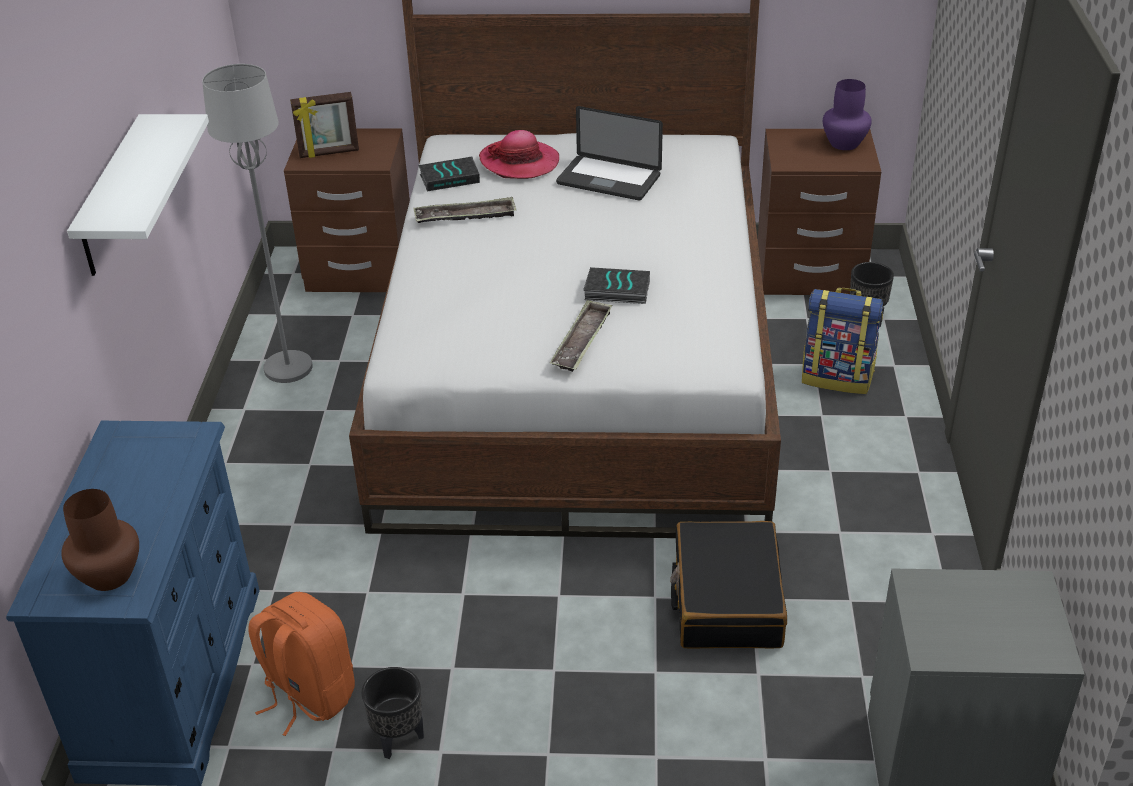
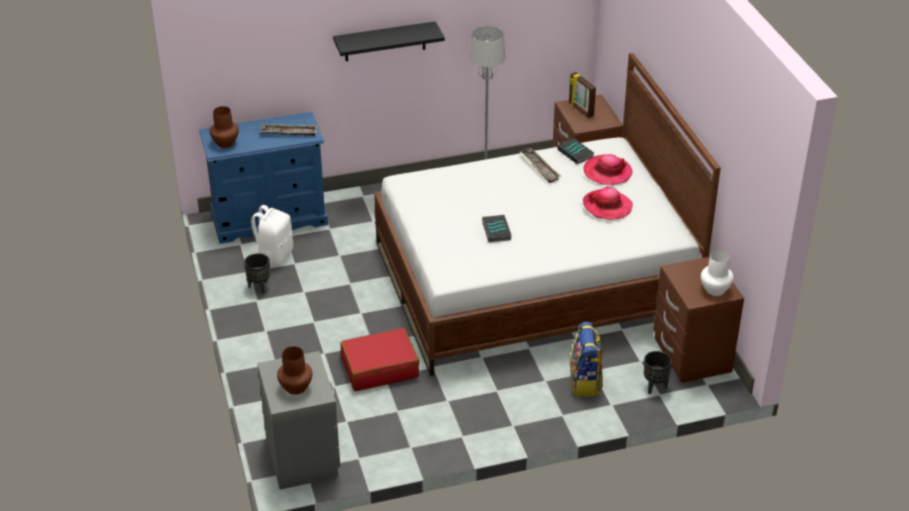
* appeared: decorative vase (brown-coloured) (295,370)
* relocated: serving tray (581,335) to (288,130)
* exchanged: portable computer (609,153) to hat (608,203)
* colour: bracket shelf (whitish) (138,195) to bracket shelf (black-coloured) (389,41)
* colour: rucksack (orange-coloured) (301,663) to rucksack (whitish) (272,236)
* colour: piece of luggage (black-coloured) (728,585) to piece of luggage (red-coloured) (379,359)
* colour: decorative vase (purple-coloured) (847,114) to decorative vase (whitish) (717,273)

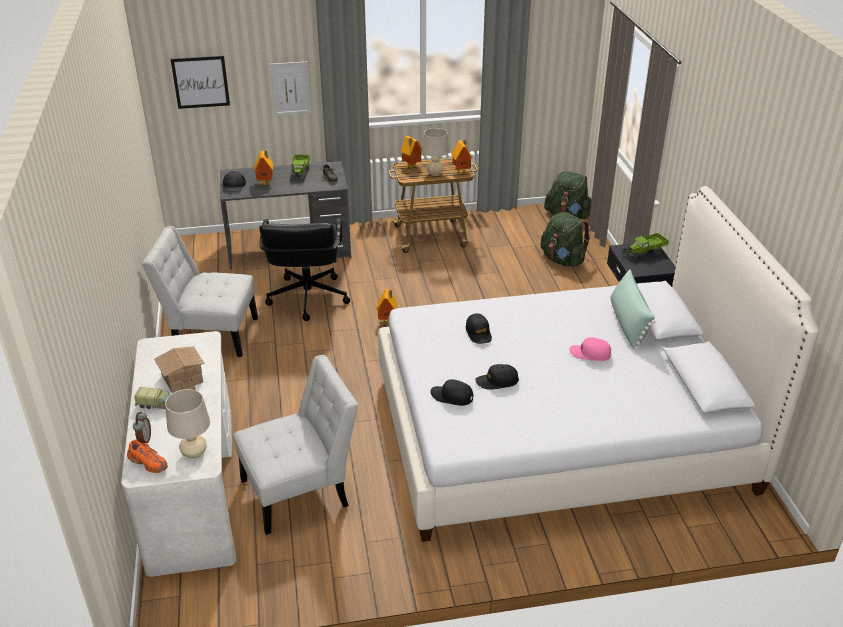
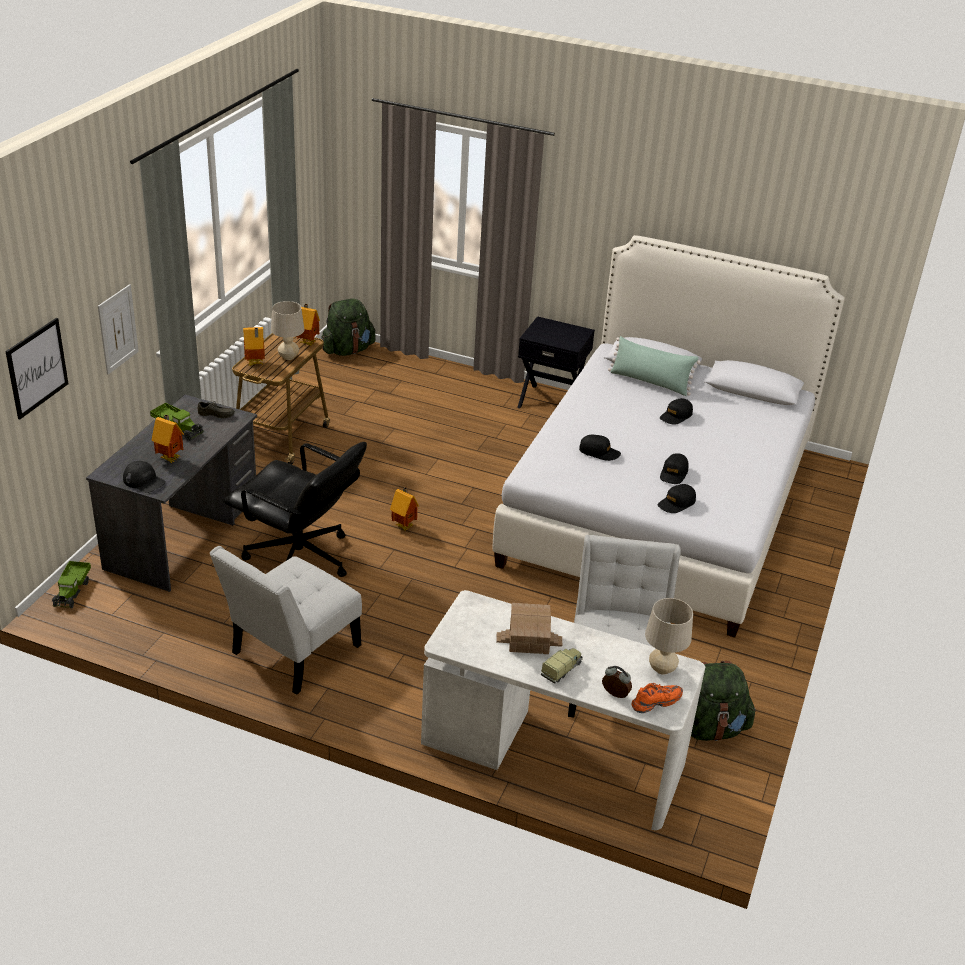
* relocated: rucksack (green) (565,239) to (723,701)
* relocated: model truck (645,247) to (71,584)
* colour: peaked cap (pinkish) (590,349) to peaked cap (black-coloured) (676,411)

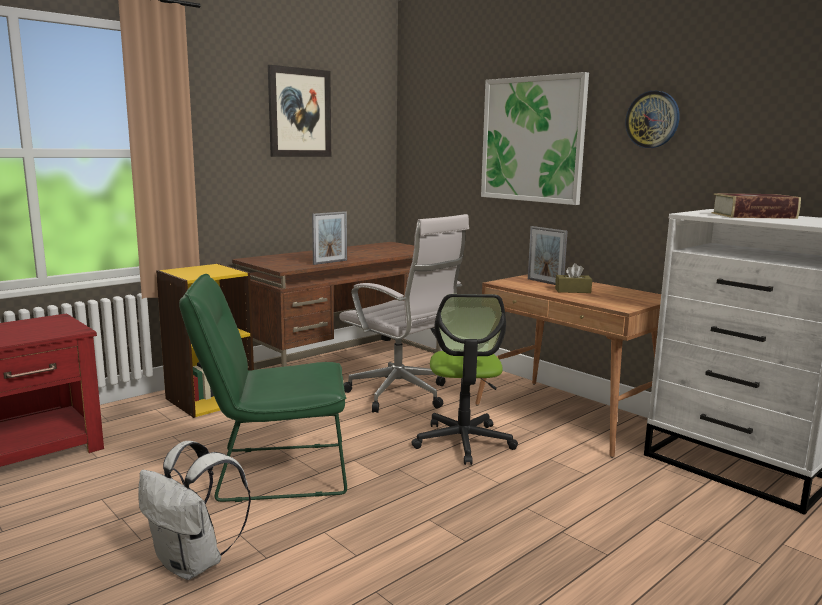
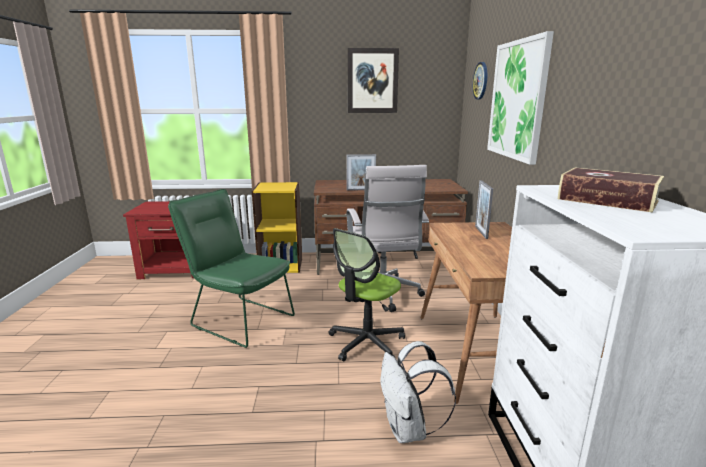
* missing: tissue box (brown-coloured) (573,278)
* relocated: rucksack (whitish) (194,510) to (418,392)
* relocated: clock on the wall (652,119) to (480,80)

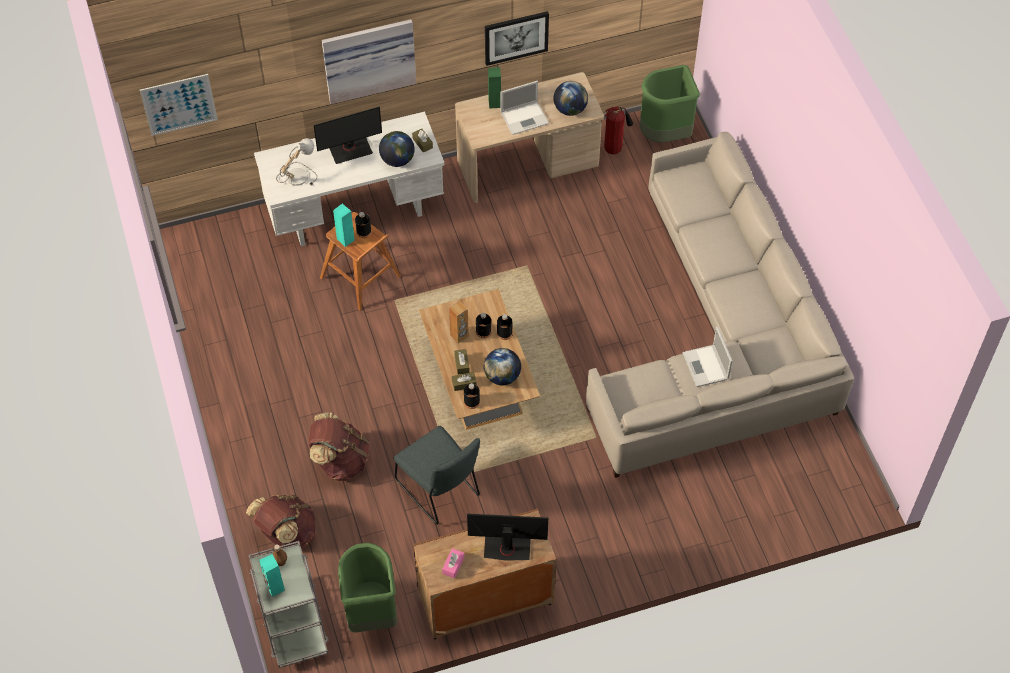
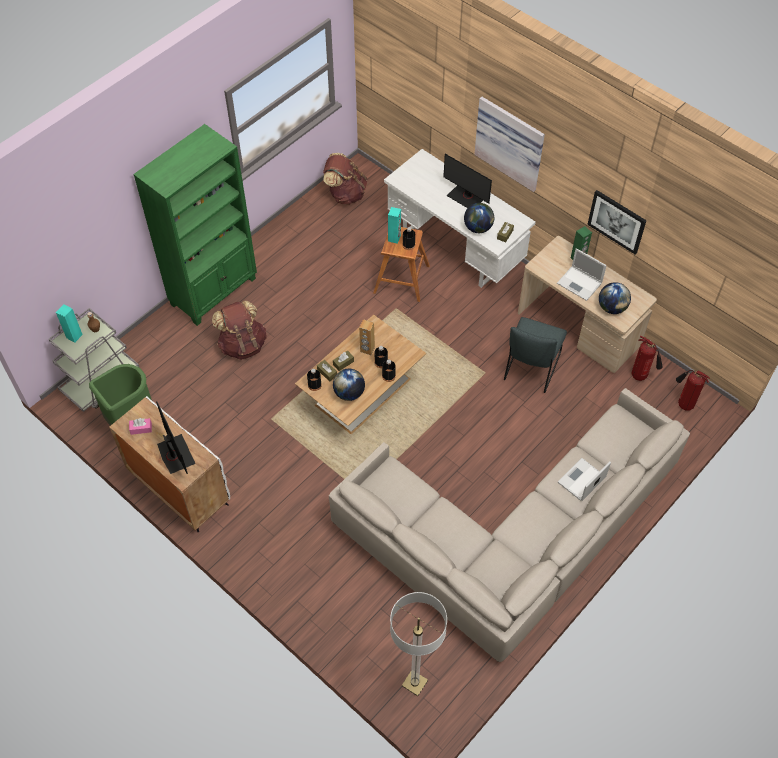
* missing: picture (179,105)
* missing: table lamp (296,162)
* appeared: bookshelf (green) (195,225)
* appeared: standing lamp (418,644)
* relocated: rucksack (brown-coloured) (280,521) to (345,179)
* relocated: upright chair (gray) (436,475) to (535,355)
* relocated: portable computer (707,357) to (584,479)
* exchanged: waste bin (green) (670,104) to fire extinguisher (693,390)
* colour: cabinet (brown-coloured) (484,574) to cabinet (whitish) (169,464)

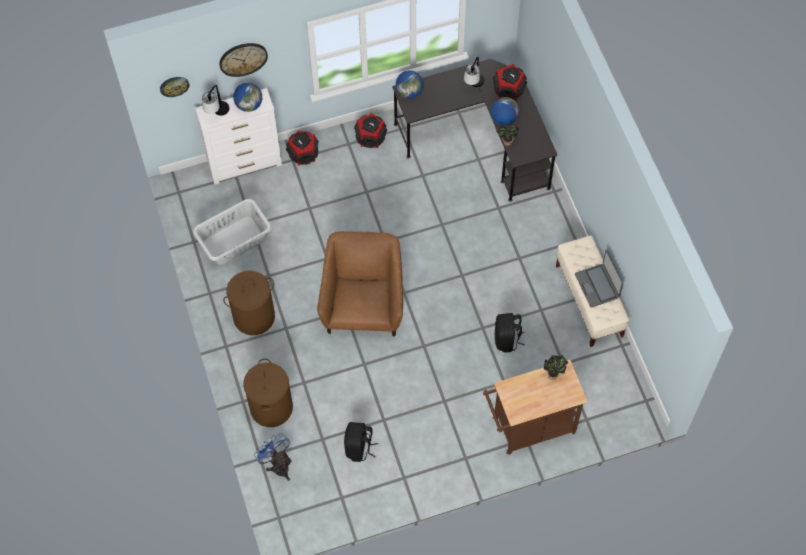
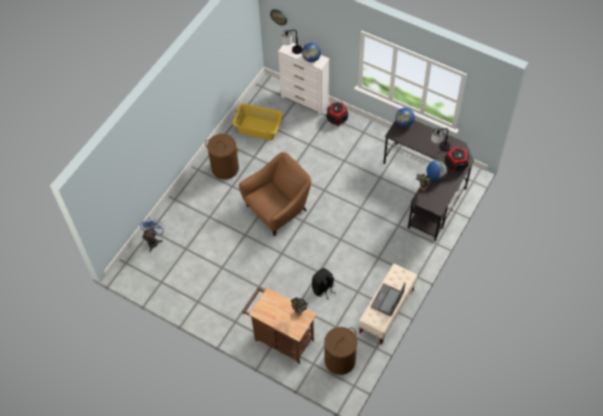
* missing: clock on the wall (243,60)
* missing: rucksack (black-coloured) (361,442)
* missing: speaker (370,130)
* relocated: hamper (brown-coloured) (268,393) to (340,351)
* colour: hamper (gray) (232,232) to hamper (yellowish) (257,122)

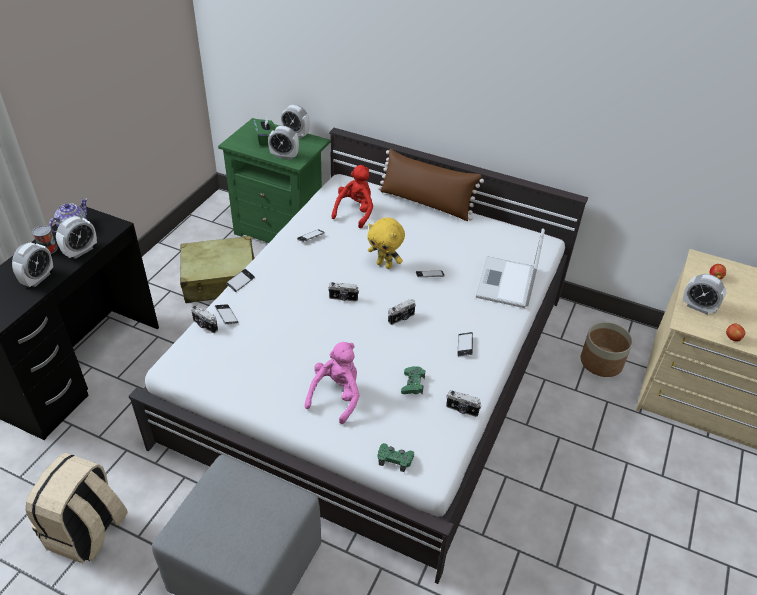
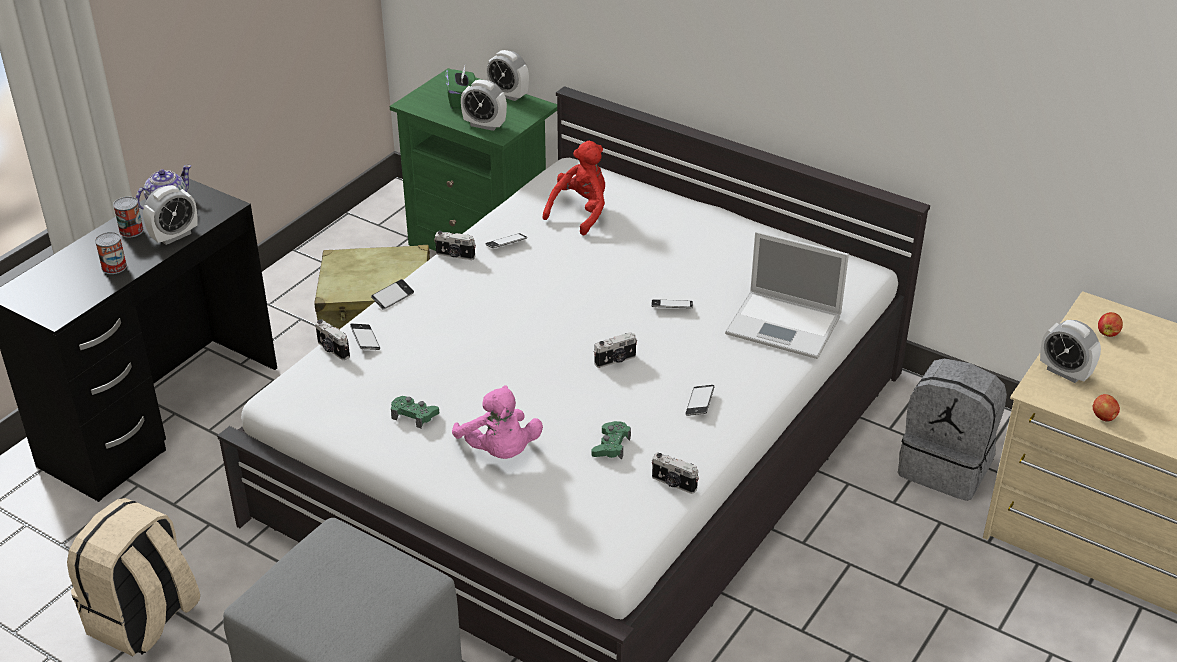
* missing: soft toy (yellowish) (386,243)
* missing: cushion (brown-coloured) (431,185)
* relocated: photo camera (343,292) to (455,245)
* relocated: game controller (green) (396,457) to (415,412)
* exchanged: table clock (32,264) to sealed can (111,253)
* exchanged: plant pot (607,349) to rucksack (gray) (952,429)
* spun: soft toy (pinkish) (332,383) = (497,422) 120 degrees clockwise
* spun: portable computer (510,268) = (787,295) 90 degrees counterclockwise

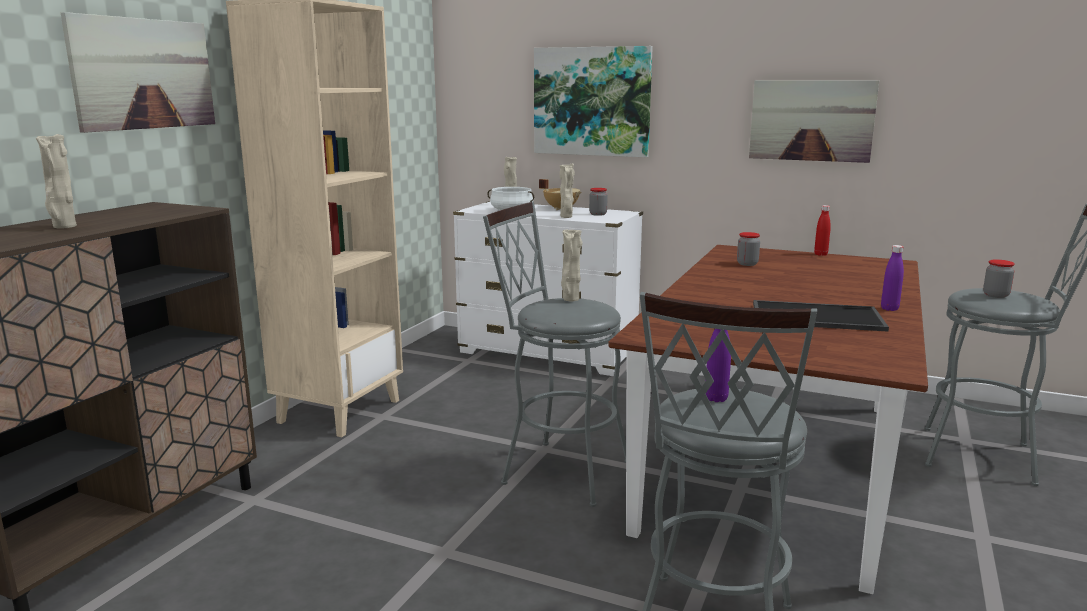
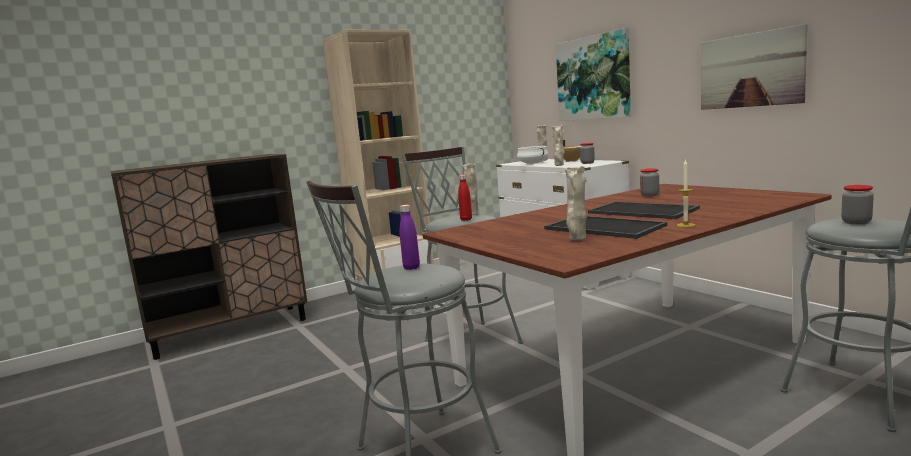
* missing: picture (138,72)
* appeared: serving tray (644,210)
* relocated: decorative vase (sand-coloured) (56,181) to (576,203)
* relocated: drink bottle (red-coloured) (822,230) to (465,198)
* exchanged: drink bottle (purple-coloured) (892,278) to wax candle (685,193)

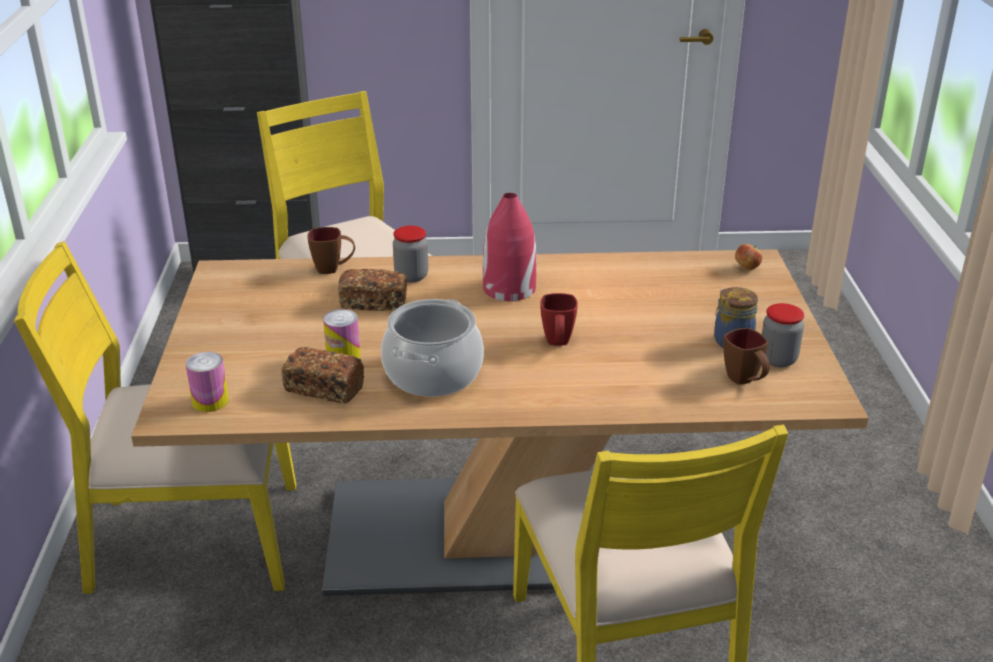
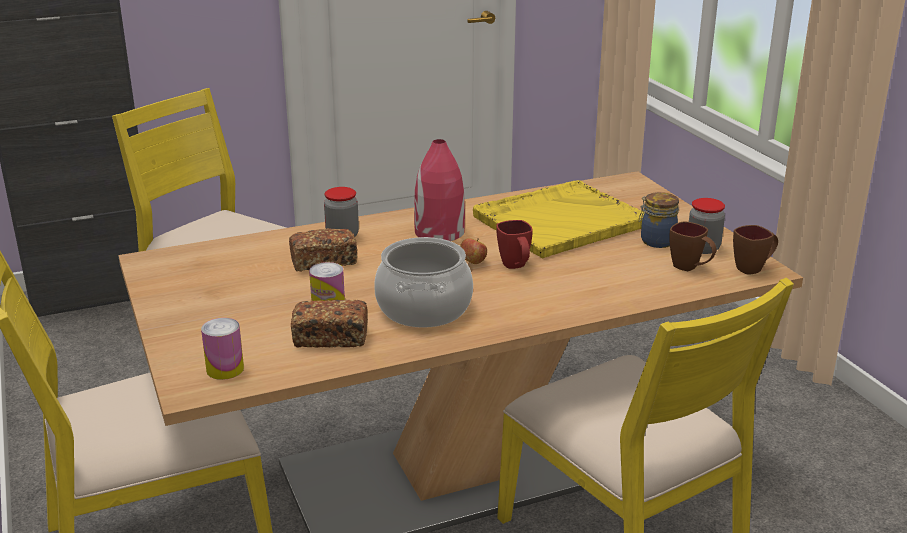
* appeared: serving tray (yellowish) (559,219)
* relocated: tea mug (brown-coloured) (331,250) to (755,250)
* relocated: whole apple (749,257) to (473,251)

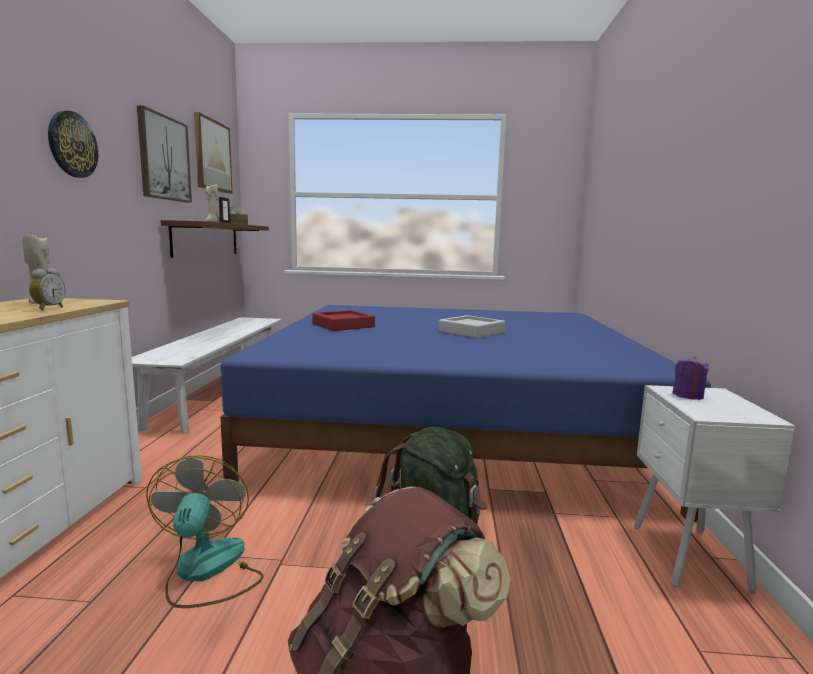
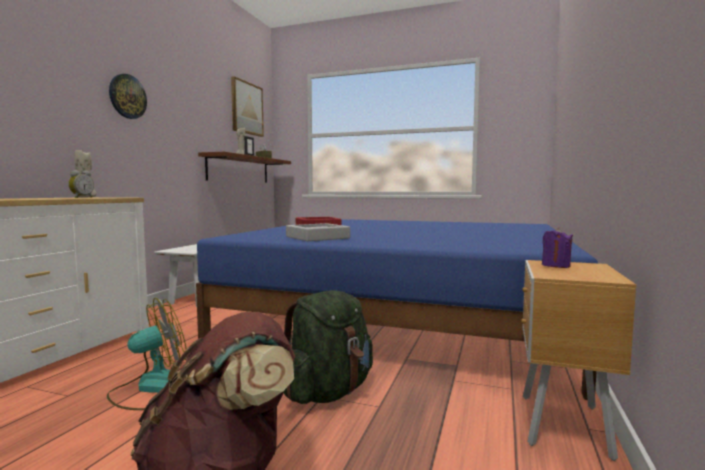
* missing: picture (164,154)
* relocated: serving tray (gray) (471,326) to (318,232)
* colour: night table (whitish) (714,489) to night table (brown-coloured) (579,360)
* spun: cooling fan (205,531) = (147,354) 45 degrees clockwise

